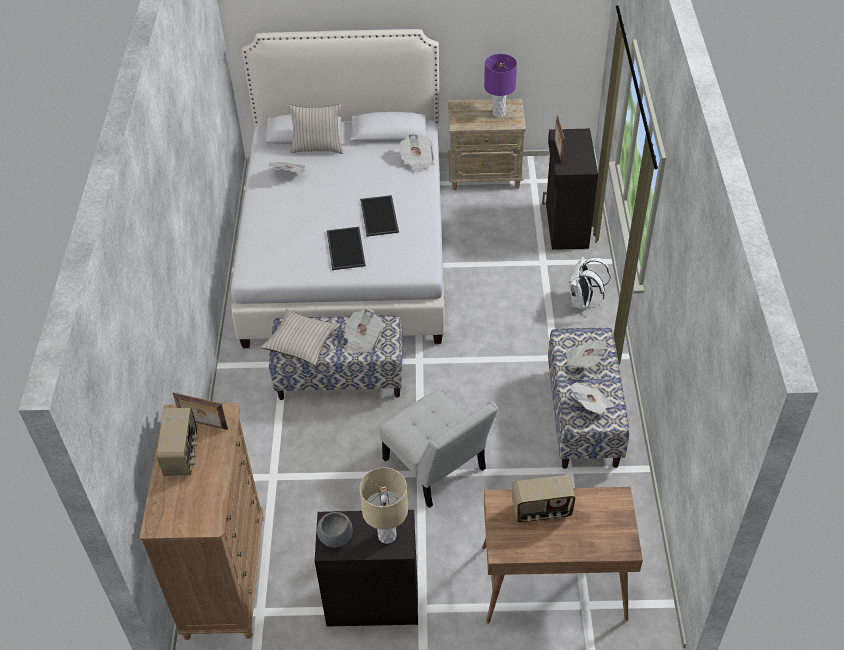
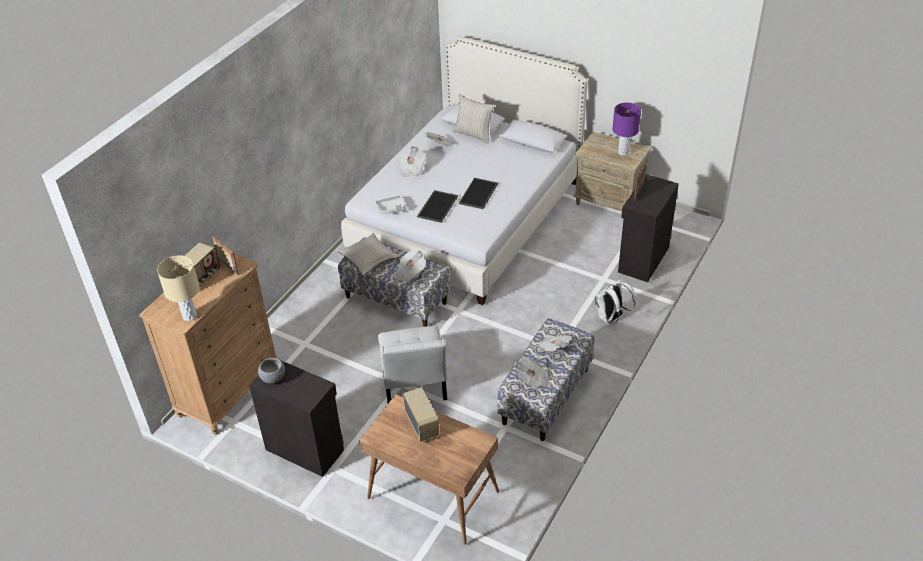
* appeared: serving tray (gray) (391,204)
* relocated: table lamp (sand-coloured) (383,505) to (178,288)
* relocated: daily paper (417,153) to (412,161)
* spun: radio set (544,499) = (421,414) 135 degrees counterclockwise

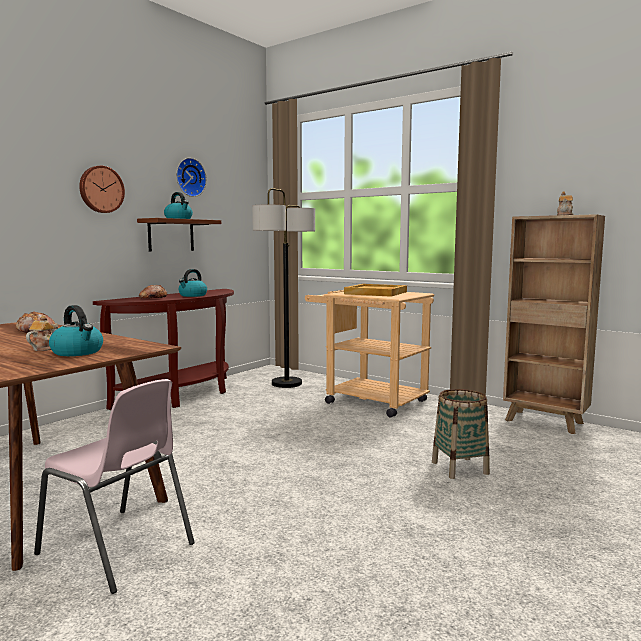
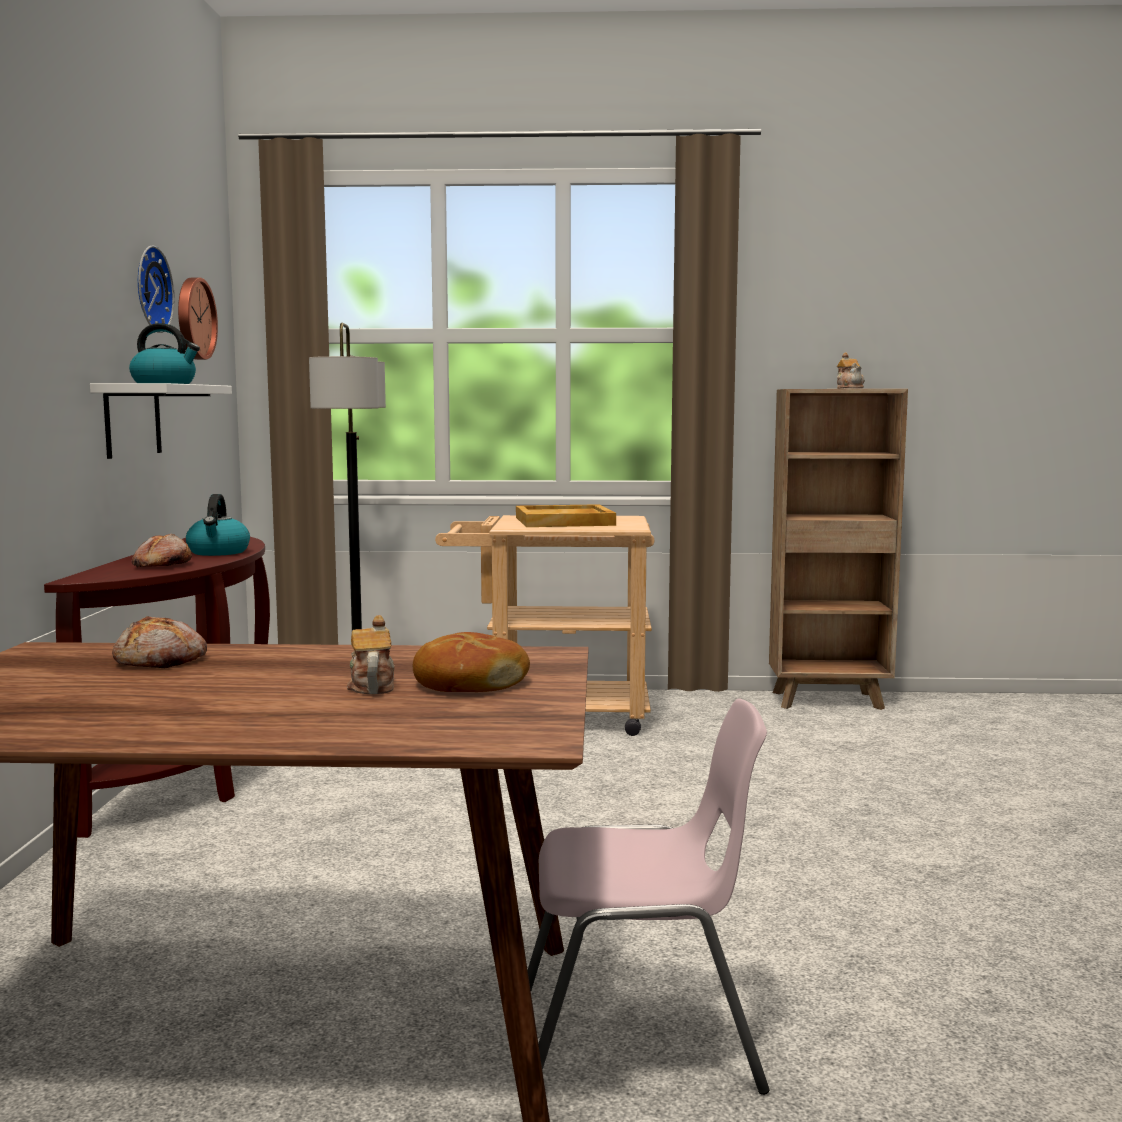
* missing: household basket (461,434)
* relocated: clock on the wall (102,189) to (198,319)
* exchanged: kettle (76,330) to bakery bread (471,662)
* colour: bracket shelf (brown-coloured) (179,235) to bracket shelf (whitish) (161,421)

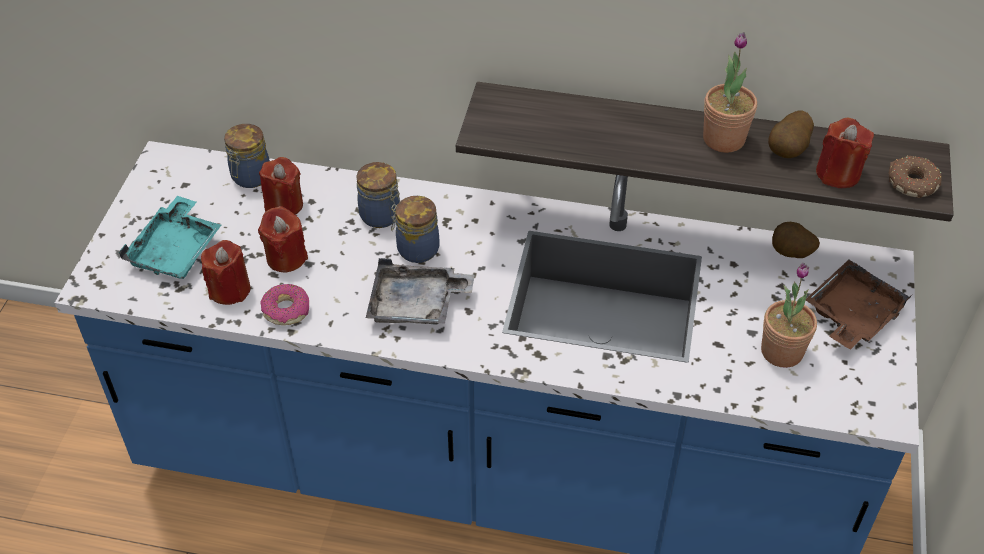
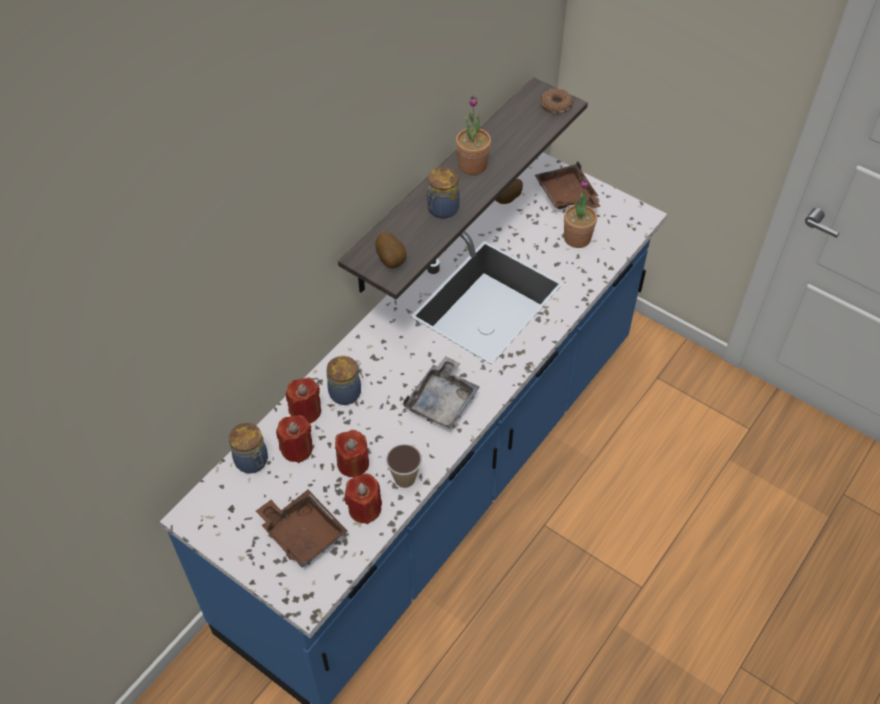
* relocated: jar (415,229) to (443,192)
* relocated: potato (791,134) to (391,250)
* relocated: wax candle (red-coloured) (845,153) to (303,400)
* exchanged: doughnut (284,304) to cup (404,466)
* colour: serving tray (turquoise-coloured) (170,237) to serving tray (brown-coloured) (301,529)

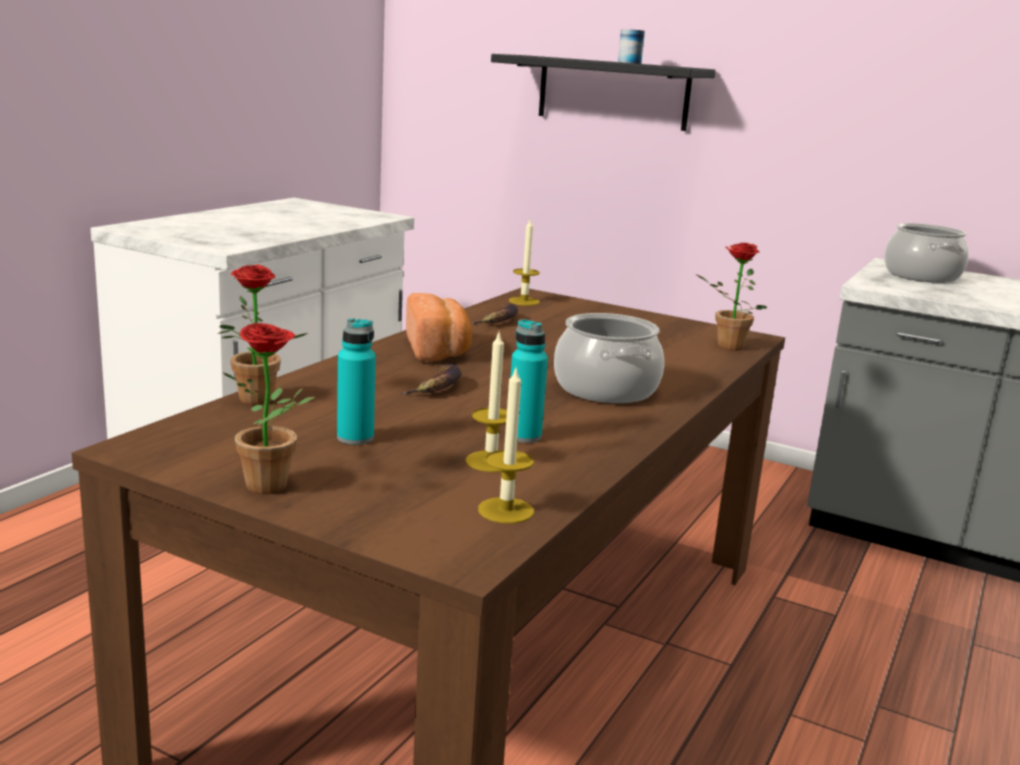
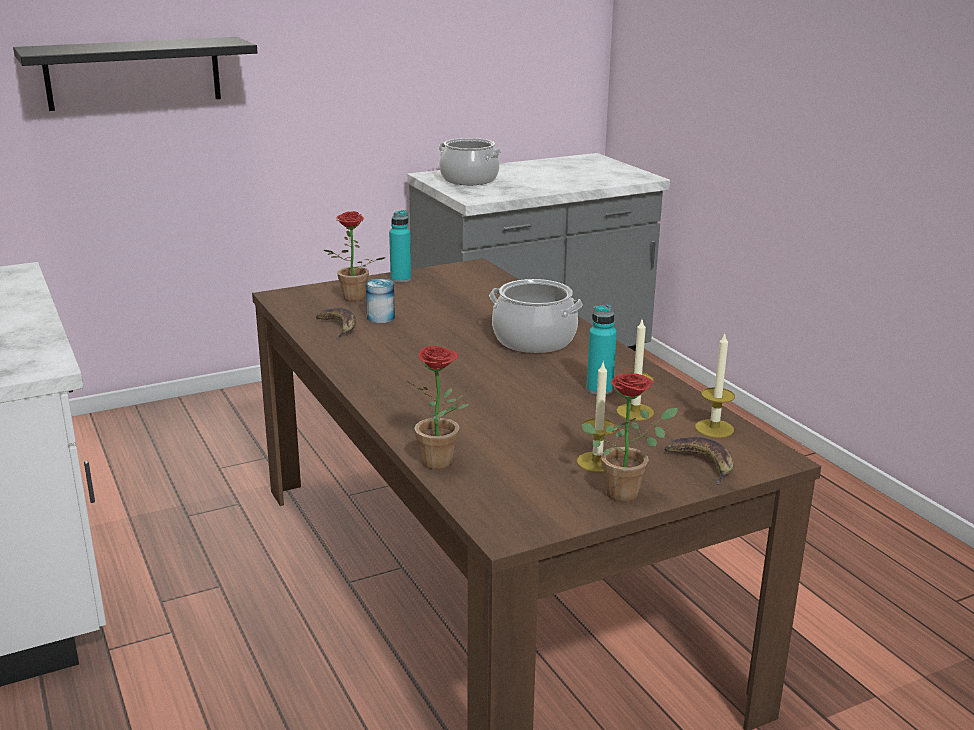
* missing: bakery bread (439,327)
* relocated: drink bottle (turquoise-coloured) (356,381) to (400,246)
* relocated: banana fruit (430,379) to (699,461)
* relocated: wax candle (524,262) to (597,418)
* relocated: sealed can (631,46) to (380,301)
* relocated: potted plant (732,297) to (354,256)

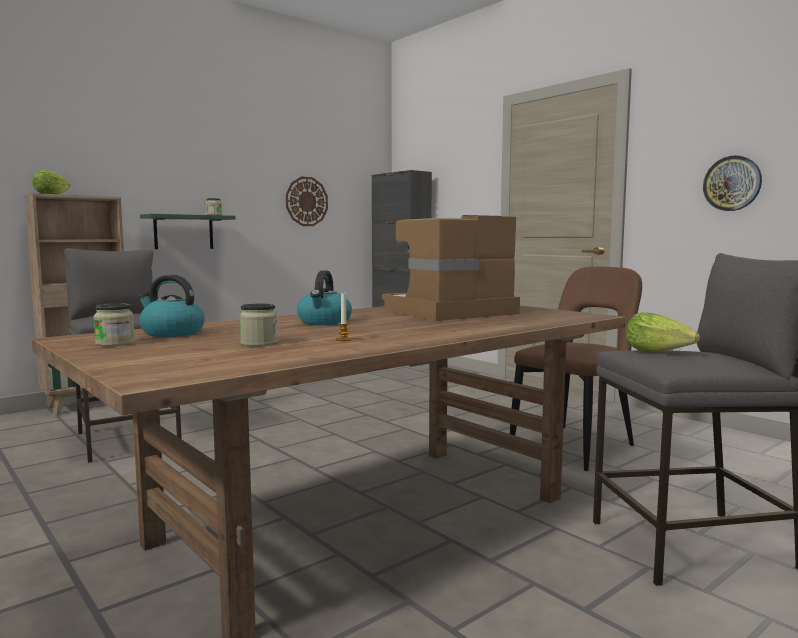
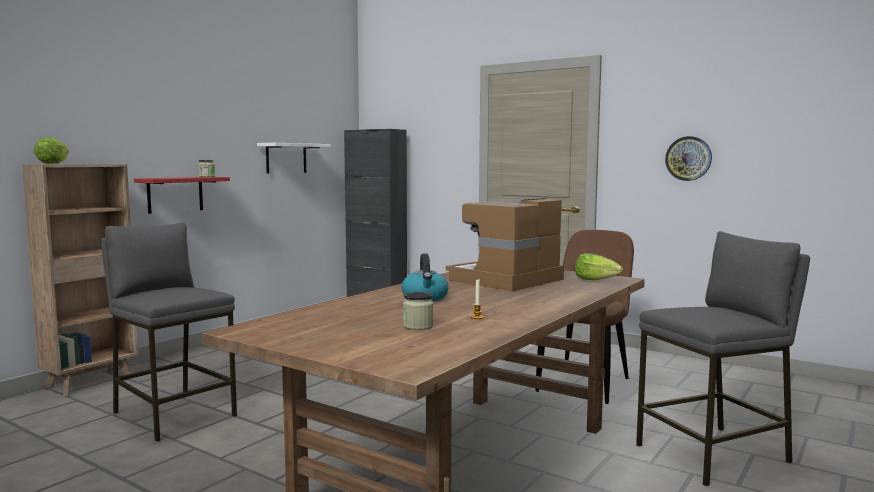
* missing: jar (114,324)
* missing: kettle (171,306)
* relocated: head of lettuce (663,332) to (599,266)
* exchanged: clock on the wall (307,201) to bracket shelf (whitish) (294,158)
* colour: bracket shelf (green) (188,231) to bracket shelf (red-coloured) (182,195)

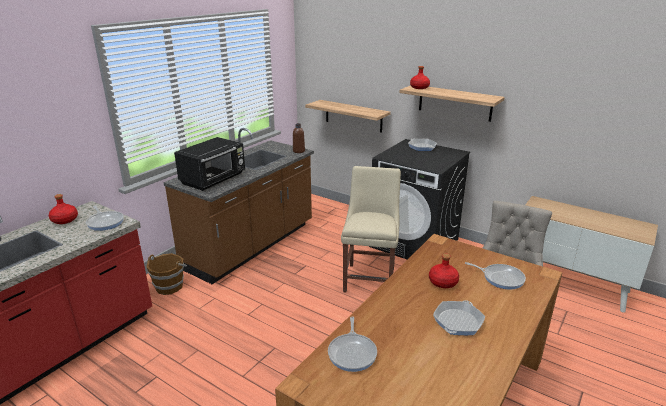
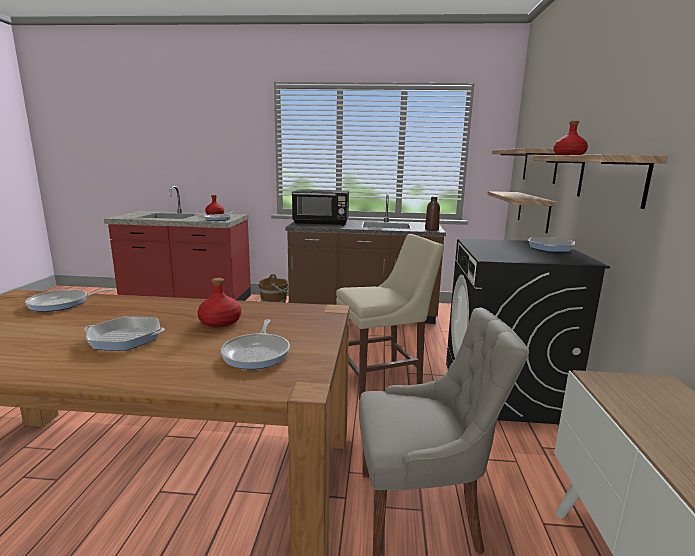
* appeared: bracket shelf (525,166)

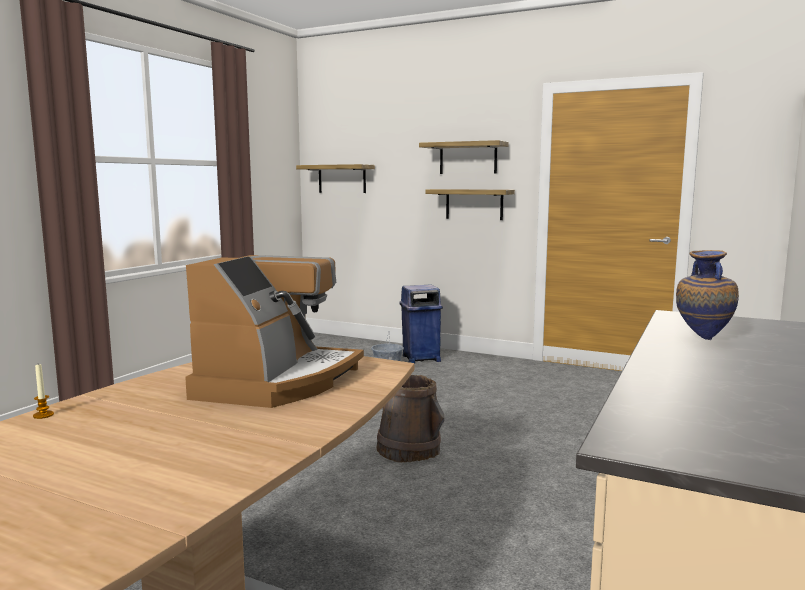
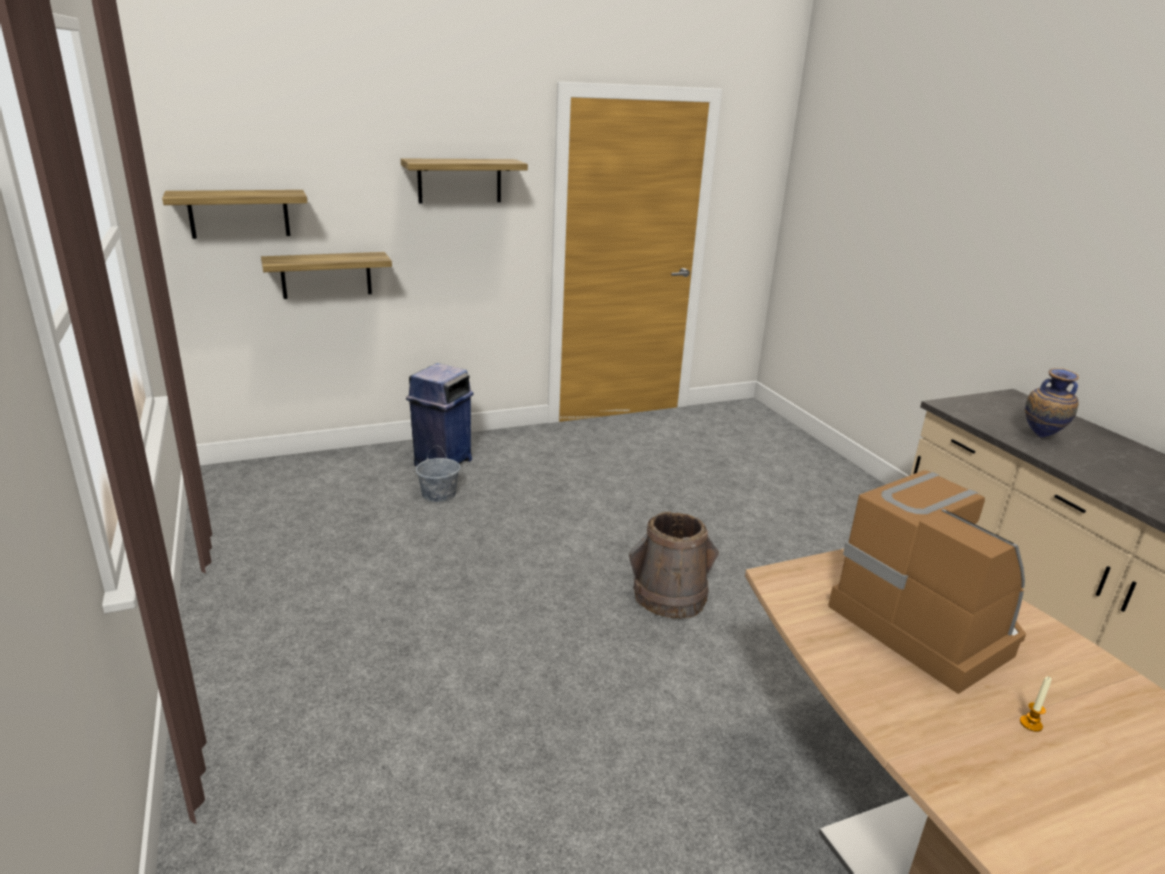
* relocated: wax candle (43,391) to (1036,704)
* relocated: bracket shelf (470,204) to (326,275)

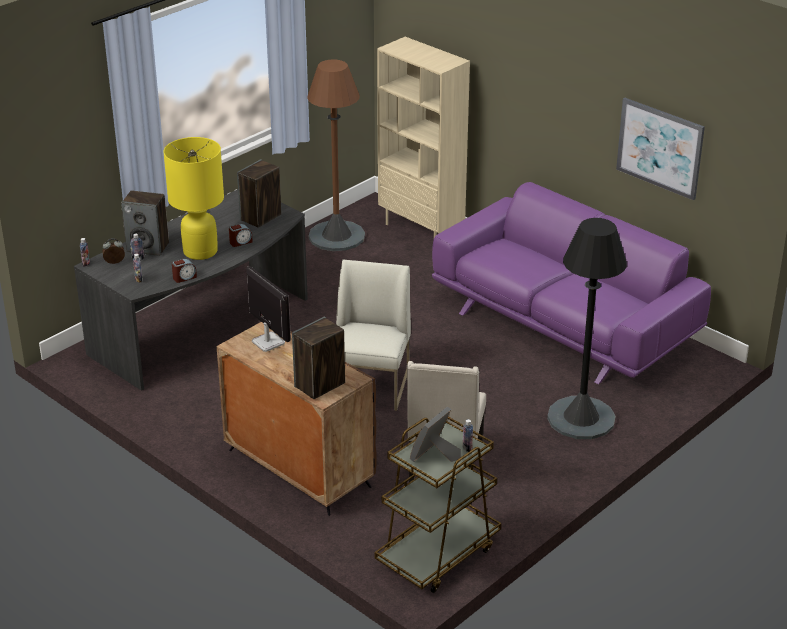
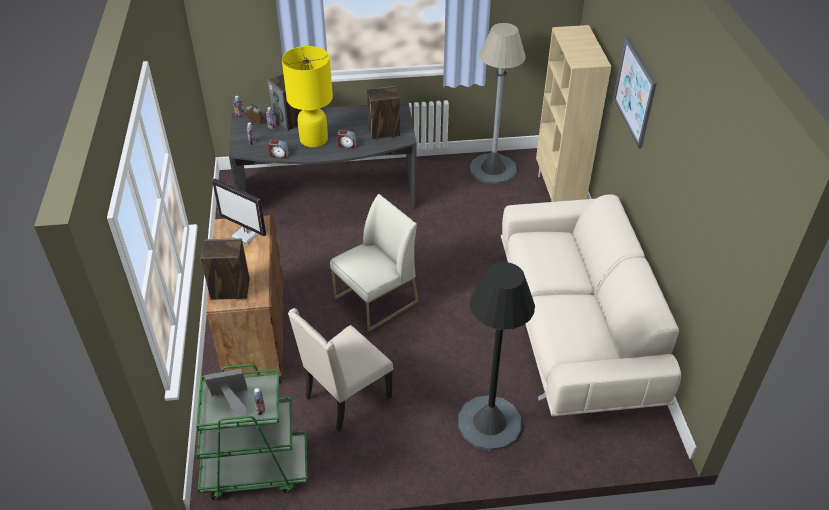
* relocated: picture (660,149) to (635,93)
* colour: standing lamp (brown-coloured) (336,155) to standing lamp (gray) (497,103)
* colour: wheeled cart (brown-coloured) (438,505) to wheeled cart (green) (252,432)
* colour: sofa (purple-coloured) (571,283) to sofa (sand-coloured) (591,305)
* spun: monitor (268,309) = (239,211) 120 degrees clockwise

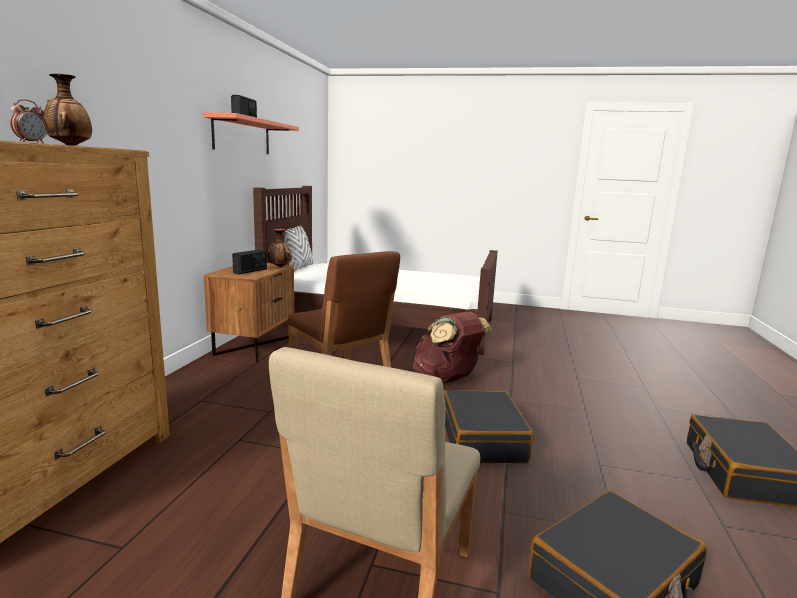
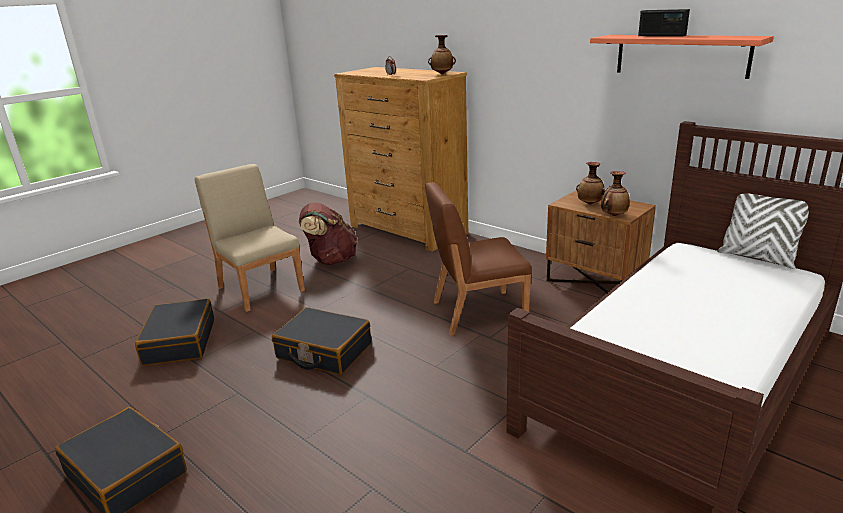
* relocated: rucksack (brown-coloured) (452,347) to (328,234)
* exchanged: radio set (249,262) to decorative vase (591,183)

